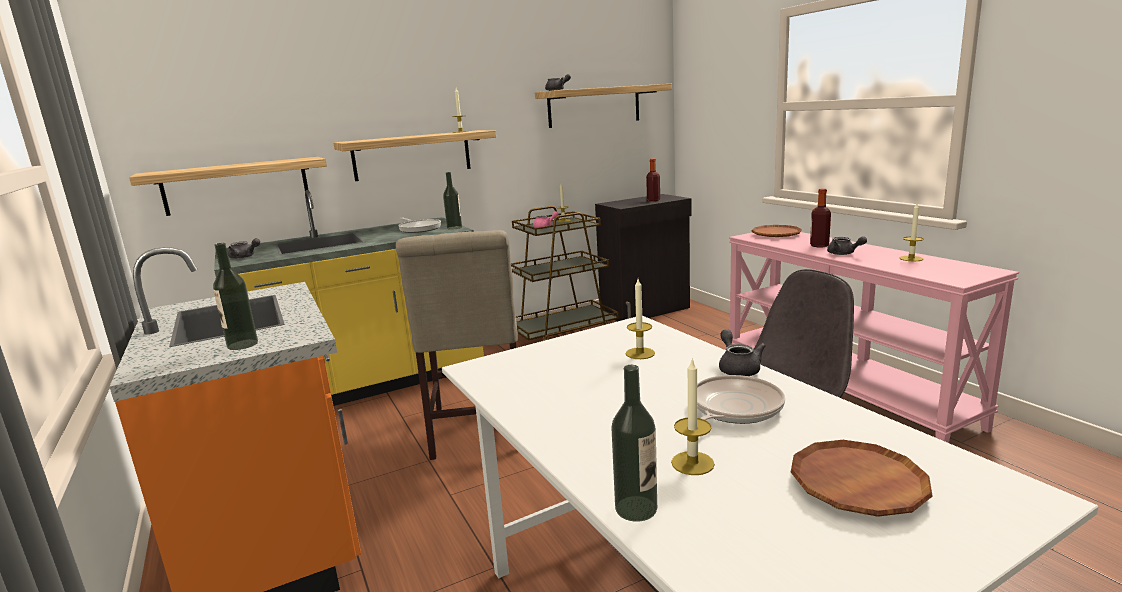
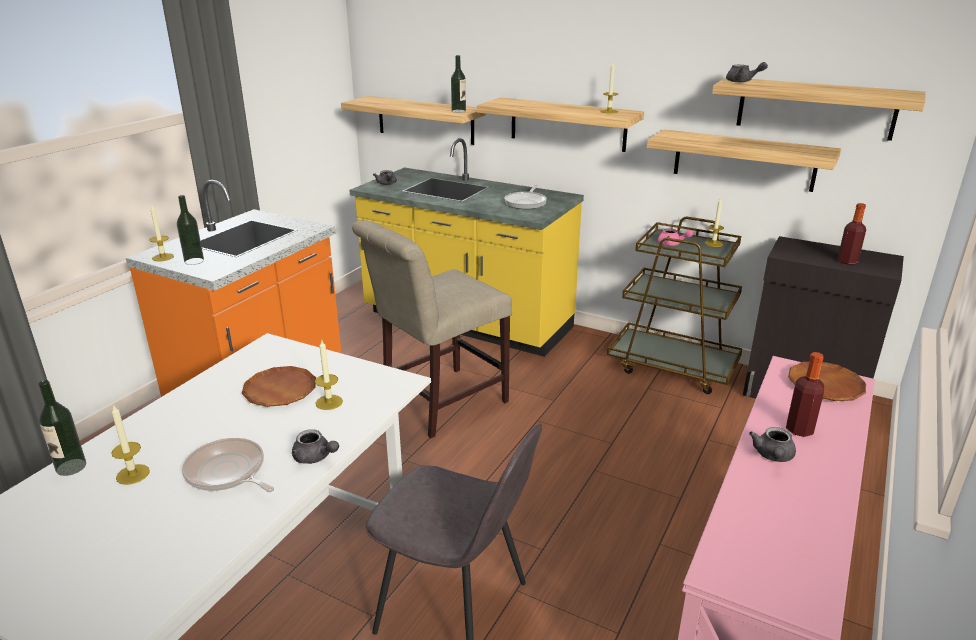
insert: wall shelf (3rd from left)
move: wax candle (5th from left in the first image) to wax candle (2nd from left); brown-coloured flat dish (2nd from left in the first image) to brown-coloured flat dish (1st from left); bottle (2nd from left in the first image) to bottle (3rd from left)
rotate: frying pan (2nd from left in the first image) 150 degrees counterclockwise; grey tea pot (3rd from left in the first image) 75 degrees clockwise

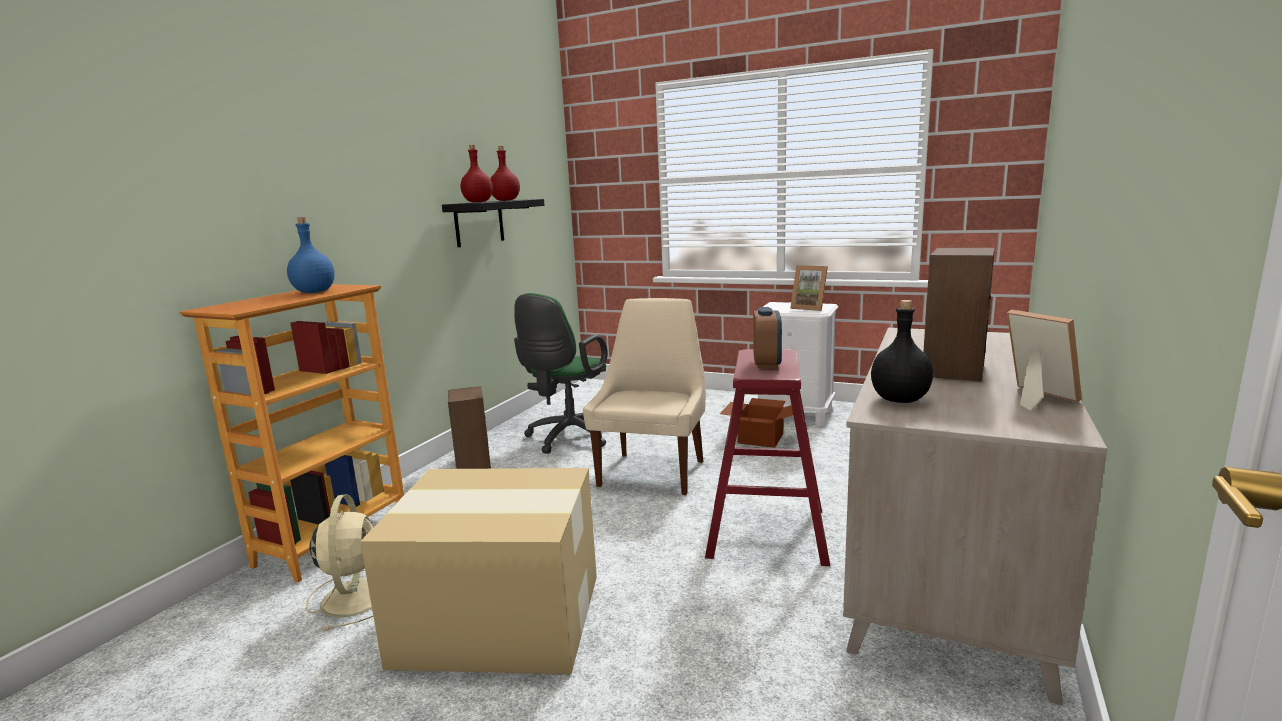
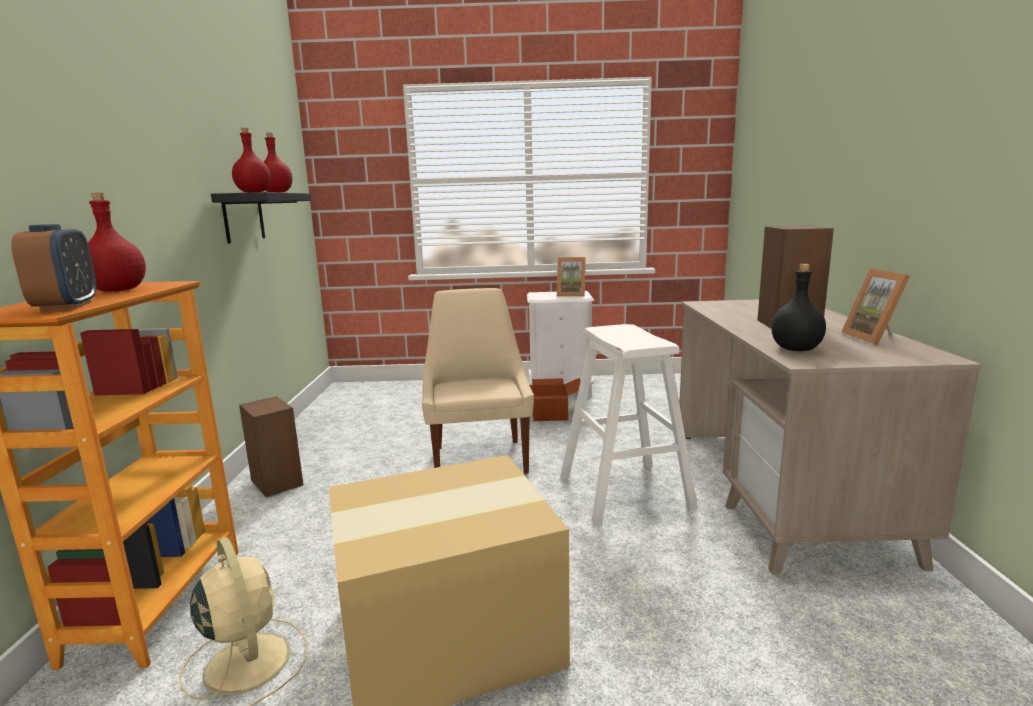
delete: greenish office chair
move: alarm clock
recolor: bluish bottle to red bottle (1st from left); red sitting stool to white-coloured sitting stool
rotate: photo frame (2nd from left) 135 degrees counterclockwise

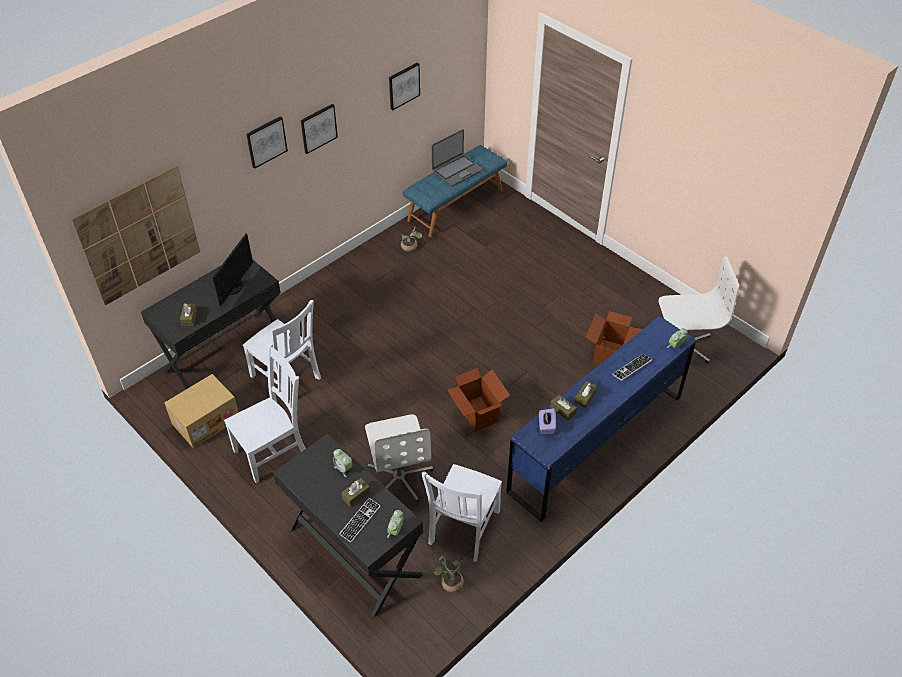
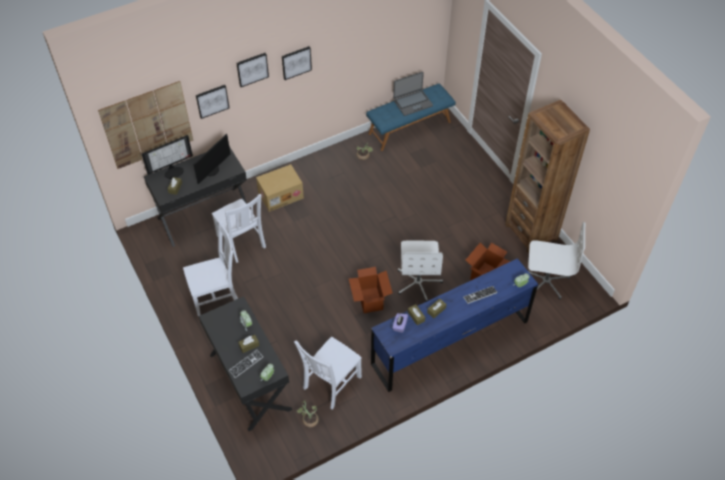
insert: monitor (1st from left); brown-coloured shelving unit
move: wall art (4th from left in the first image) to wall art (2nd from left); carton (1st from left); white-coloured office chair (1st from left)

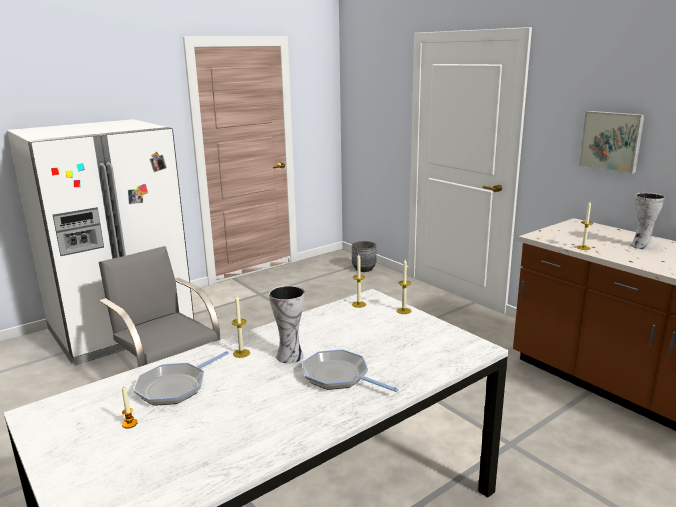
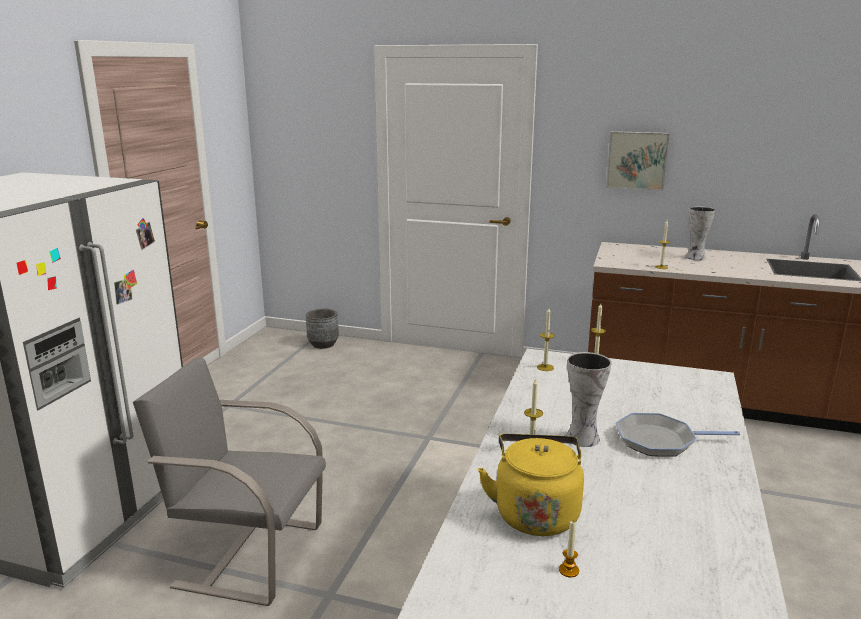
replace: frying pan (1st from left) to yellow water kettle

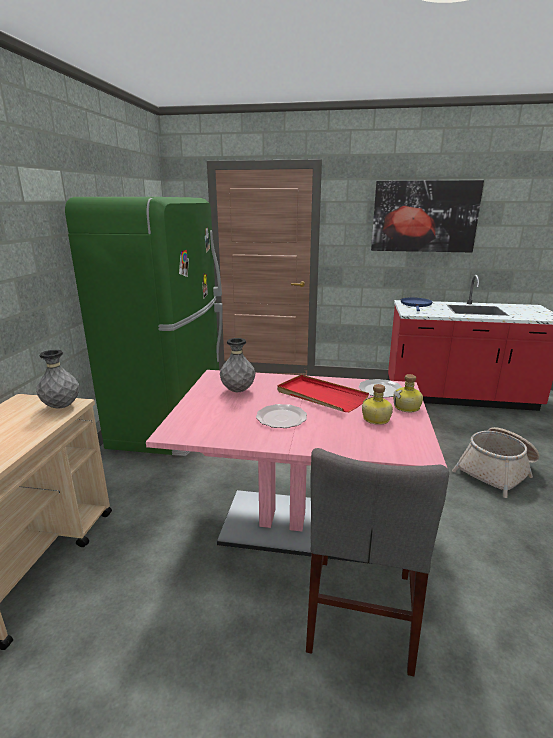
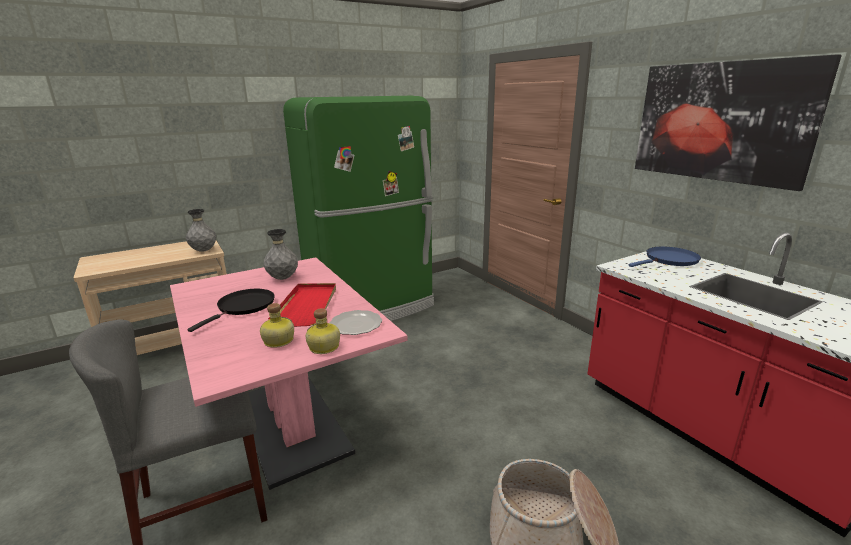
replace: flat dish (1st from left) to black-coloured frying pan

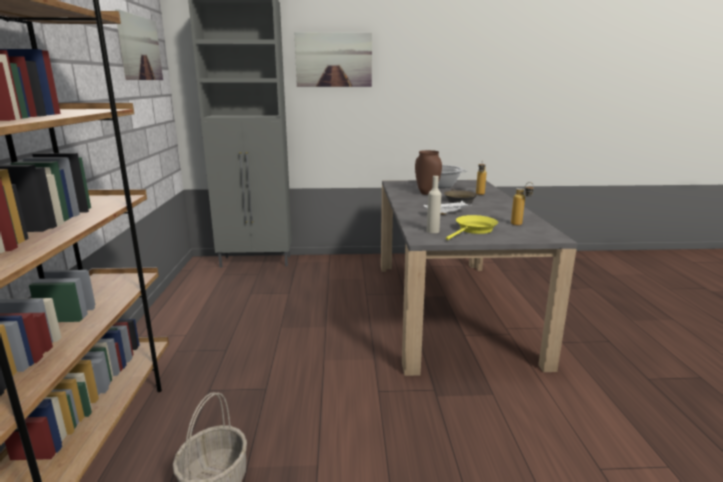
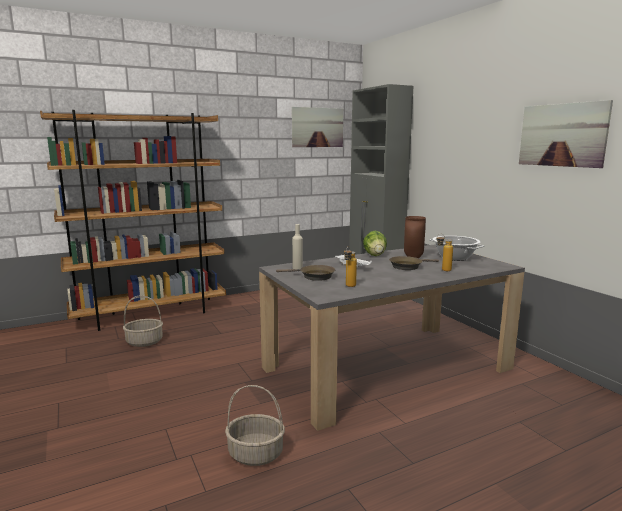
insert: household basket (2nd from left); lettuce head
move: wall art (2nd from left)
recolor: yellow frying pan to brown-coloured frying pan (1st from left)

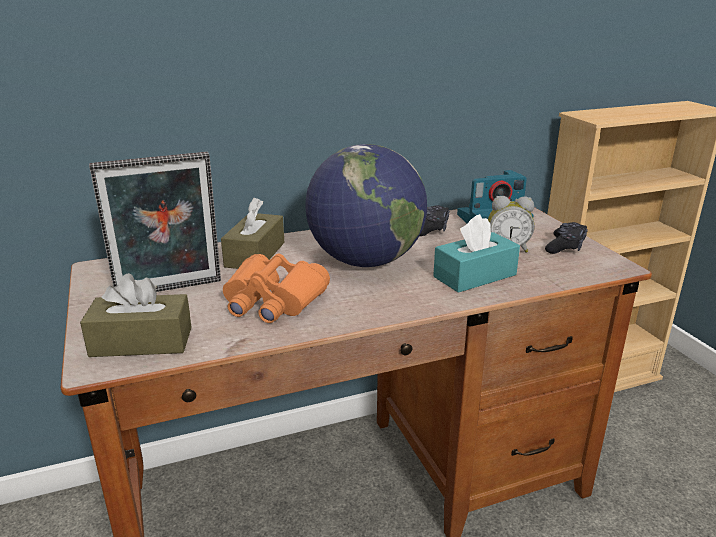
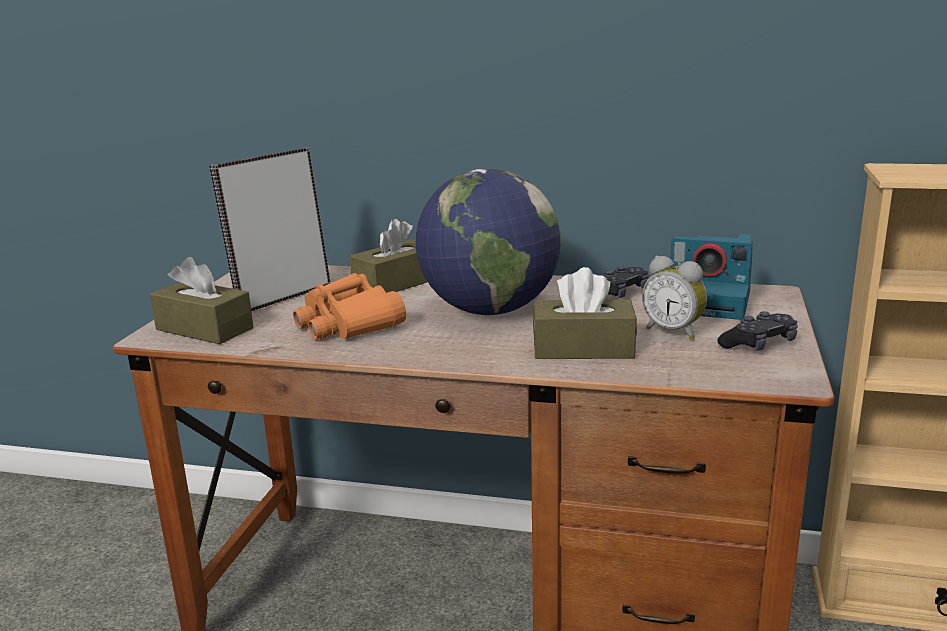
recolor: turquoise-coloured tissue box to brown-coloured tissue box (3rd from left)
rotate: photo frame 120 degrees clockwise

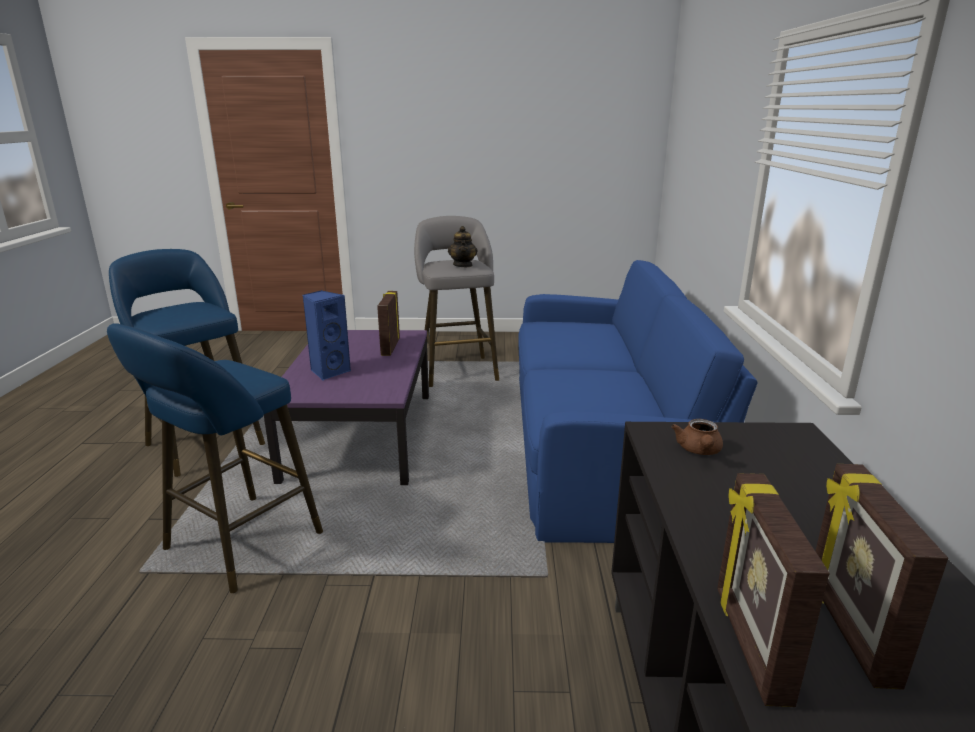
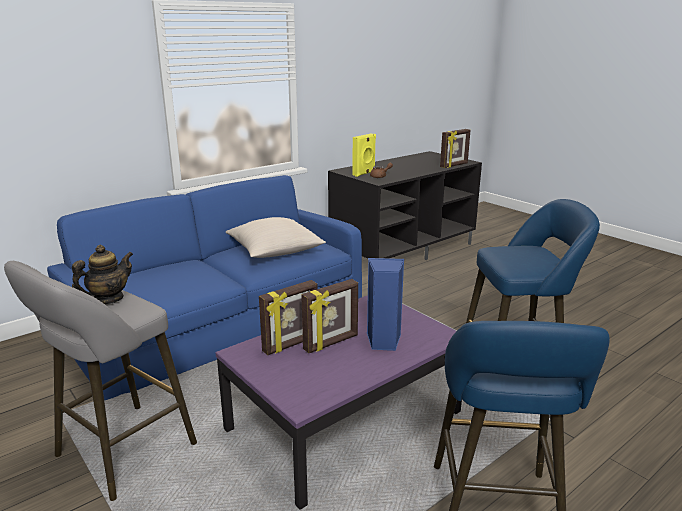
insert: sand-coloured cushion; yellow audio speaker
move: photo frame (3rd from left in the first image) to photo frame (2nd from left)

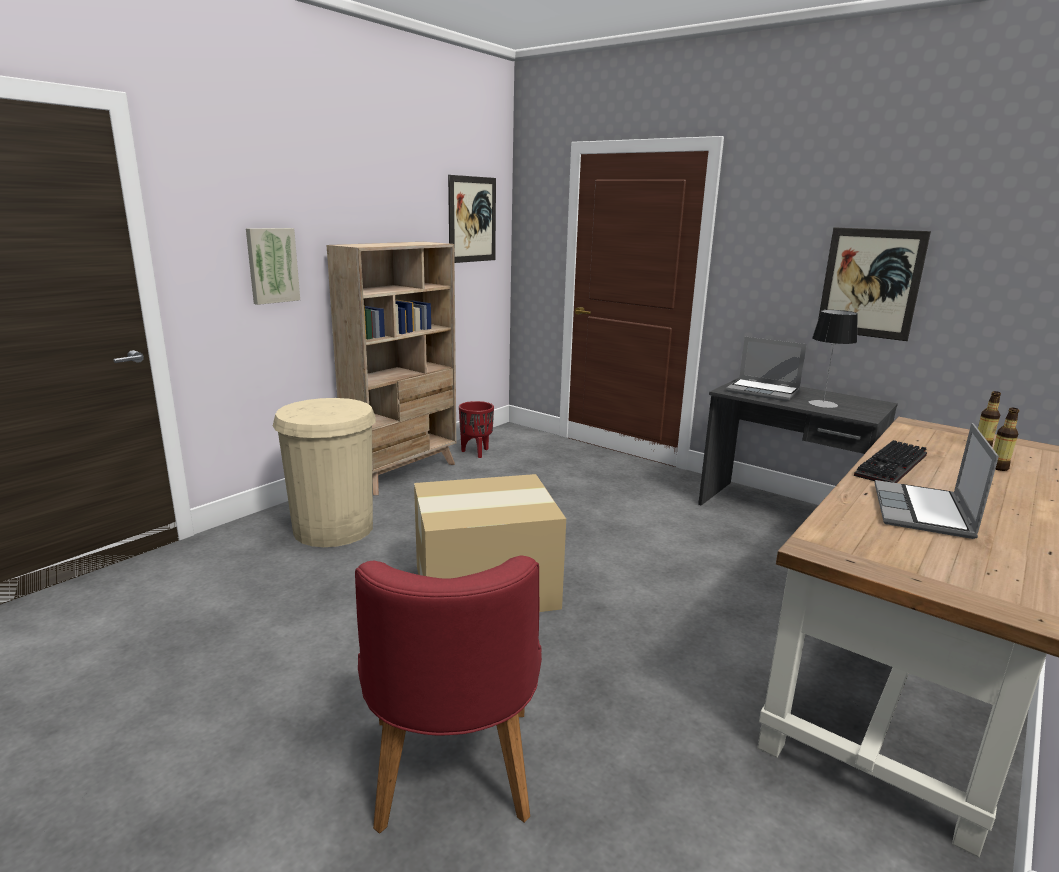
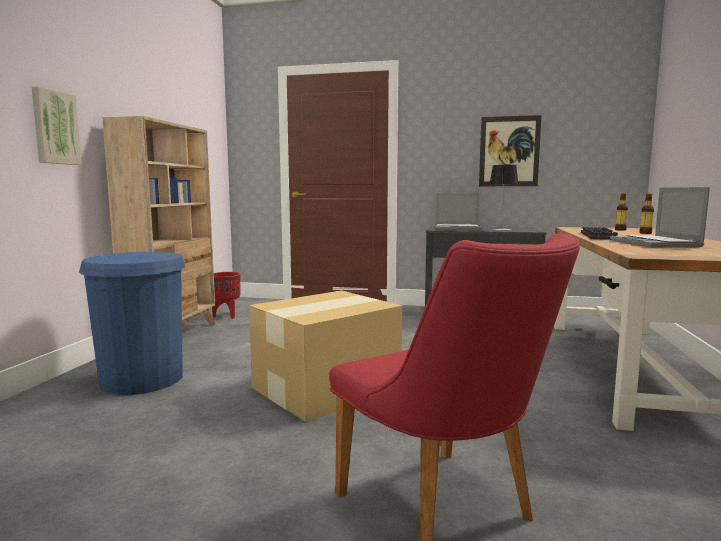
delete: wall art (2nd from left)
recolor: sand-coloured waste bin to bluish waste bin

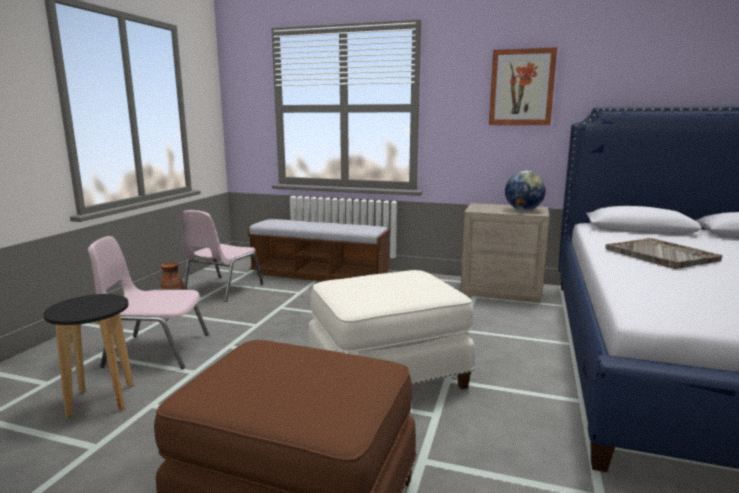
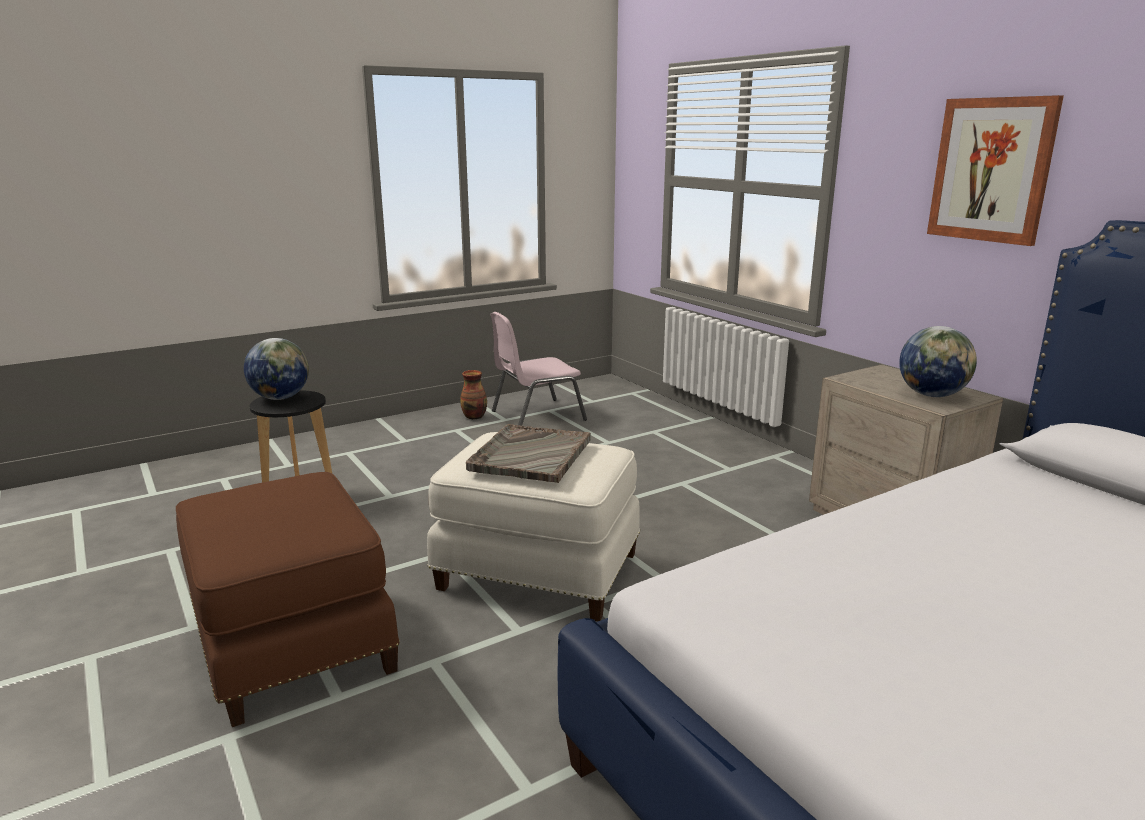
delete: pink-coloured upright chair (1st from left); indoor bench
insert: world globe (1st from left)
move: grey carrying tray

